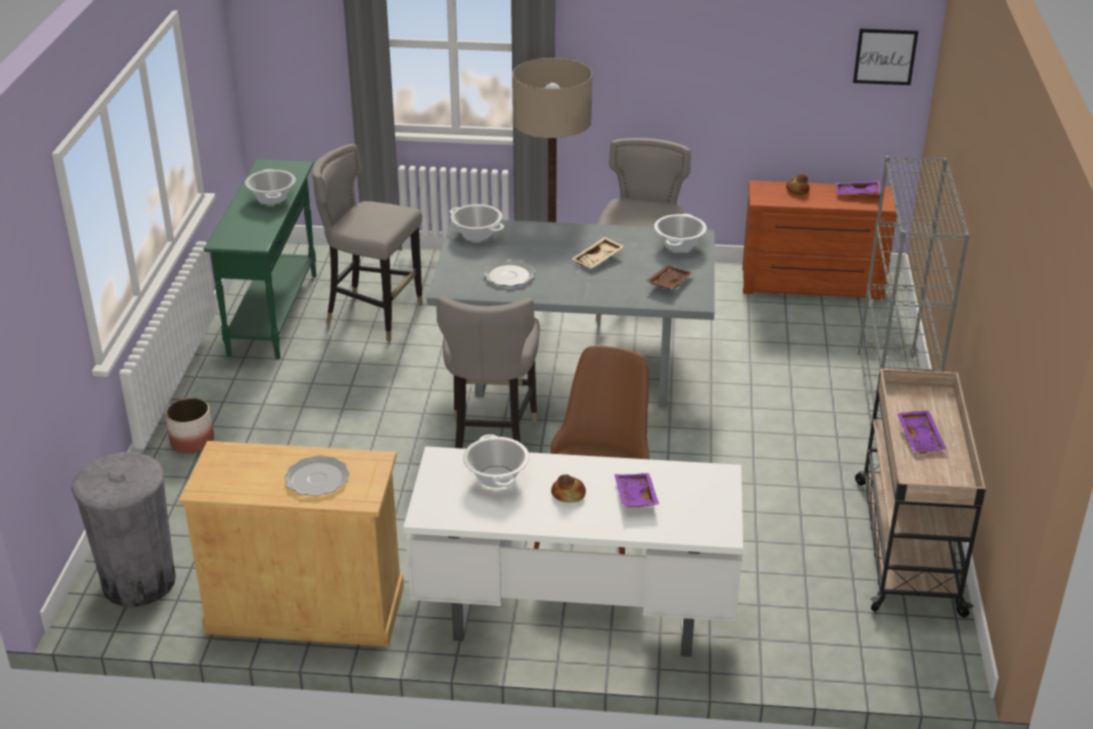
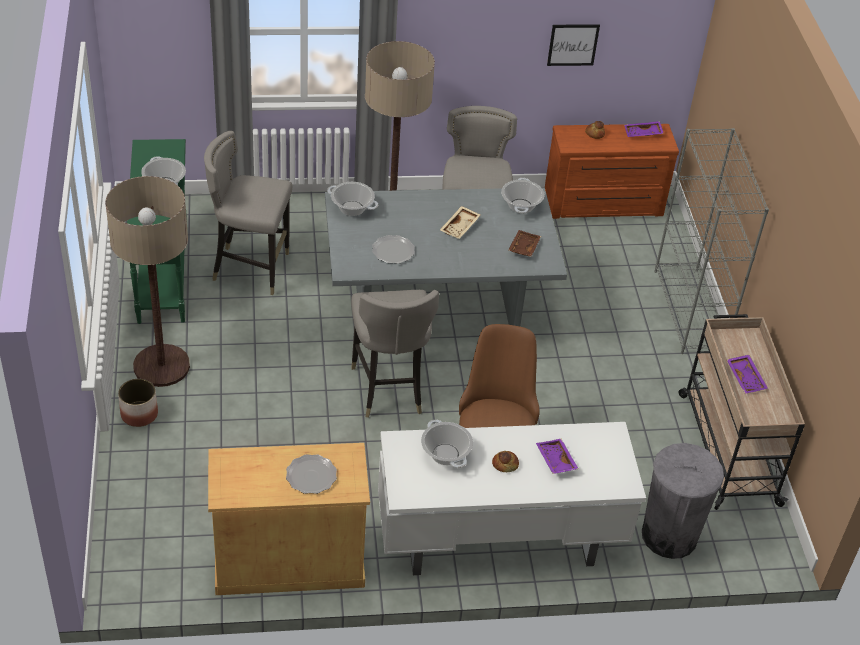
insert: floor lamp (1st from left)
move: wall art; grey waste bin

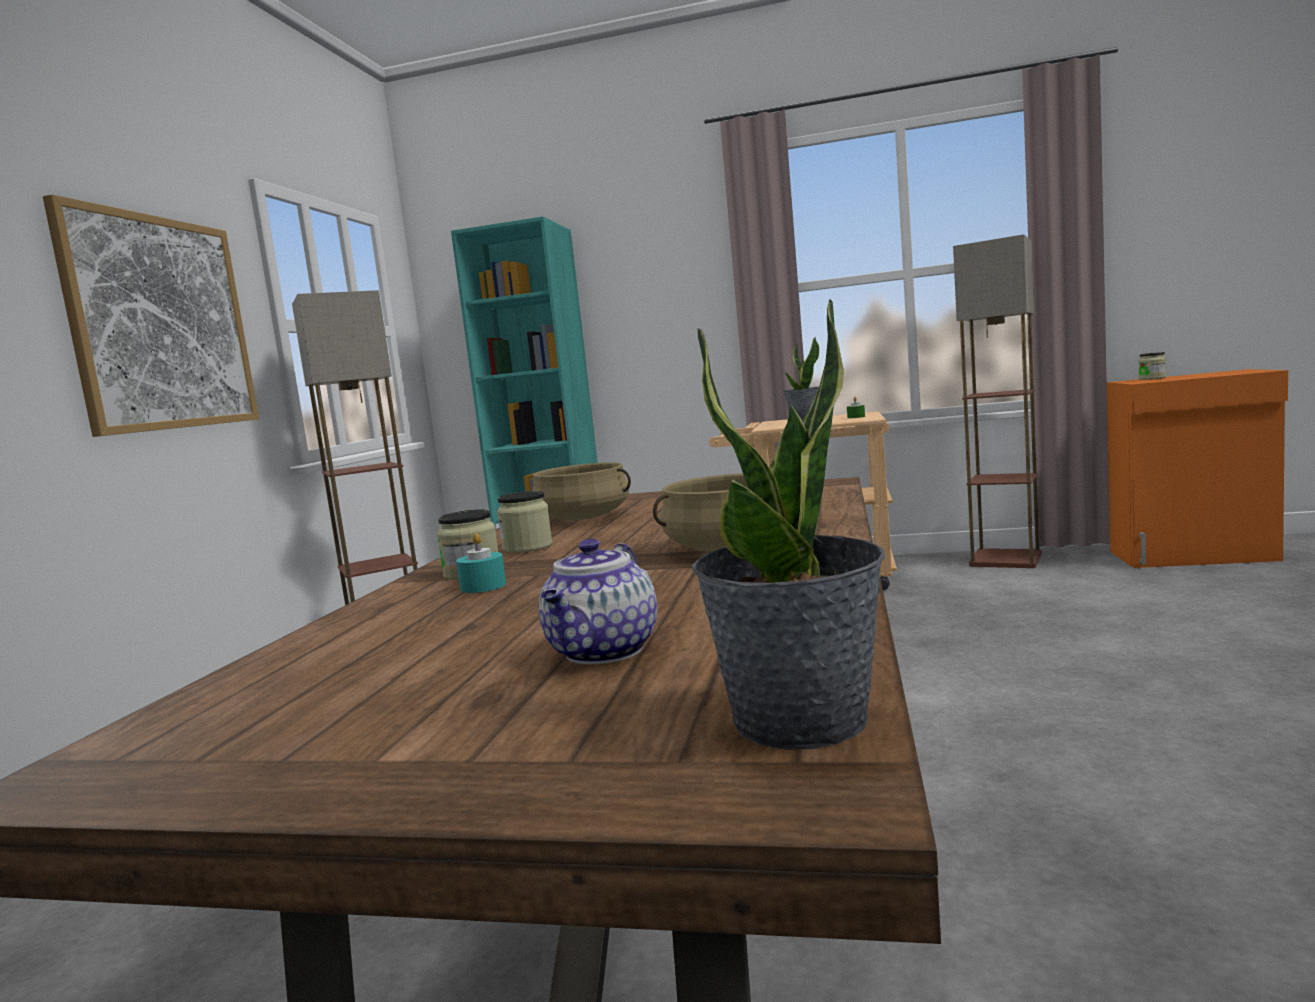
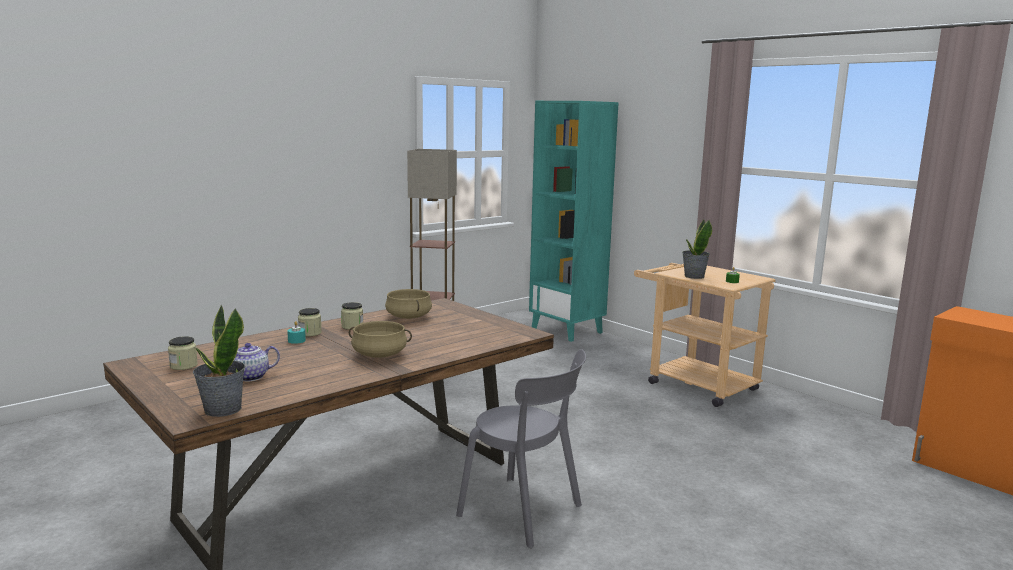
delete: wall art; floor lamp (2nd from left)
insert: grey upright chair
move: preserve jar (3rd from left in the first image) to preserve jar (1st from left)

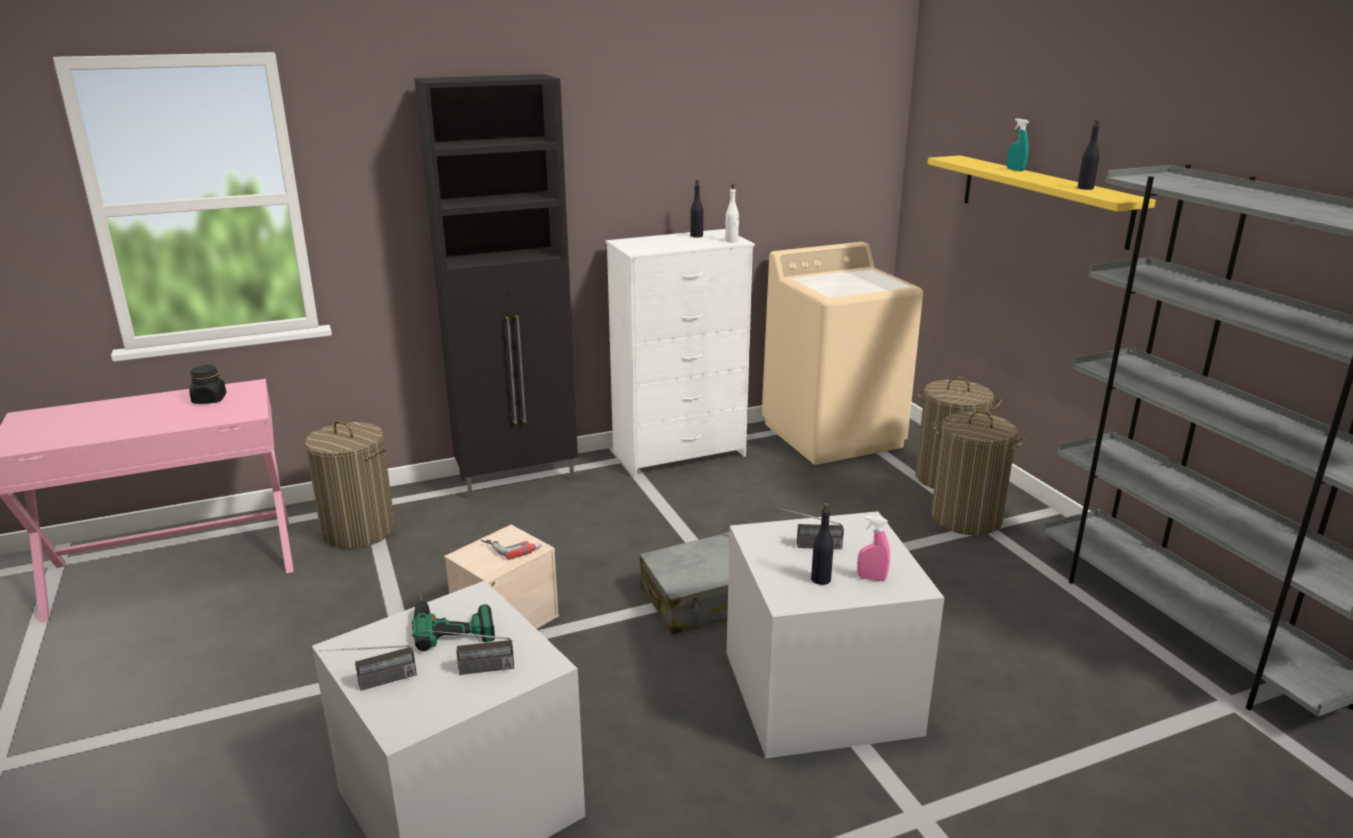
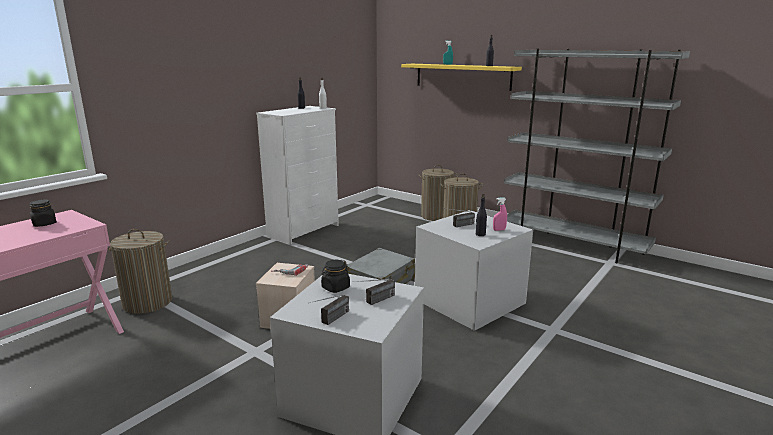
delete: black-coloured cupboard; sand-coloured laundry appliance
replace: electric drill (1st from left) to black-coloured preserve jar (2nd from left)

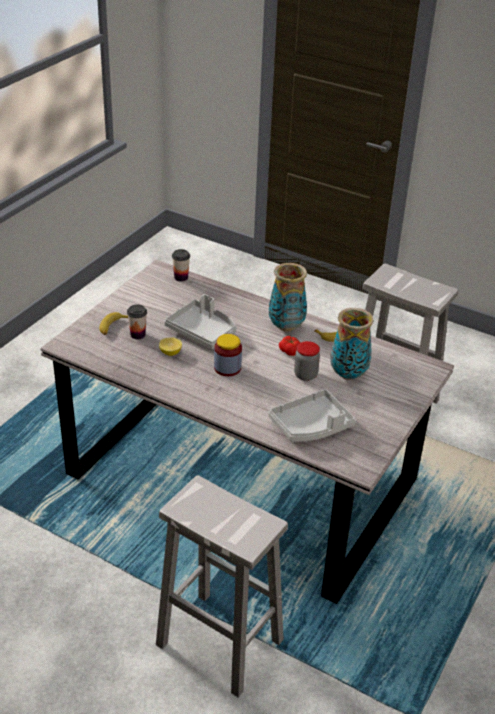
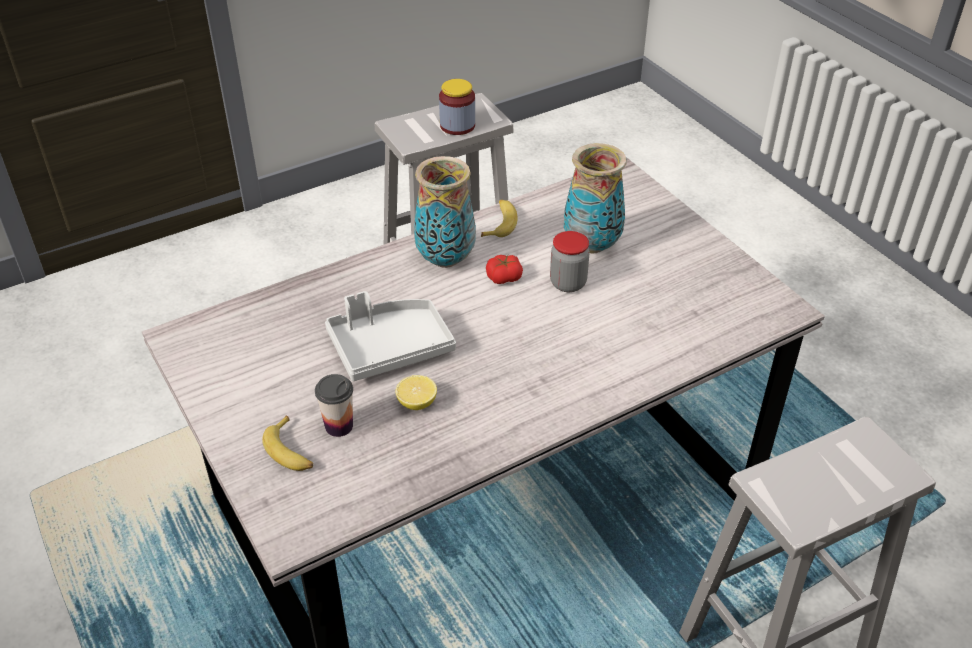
delete: small cup (2nd from left); grey carrying tray (2nd from left)
move: preserve jar (1st from left)

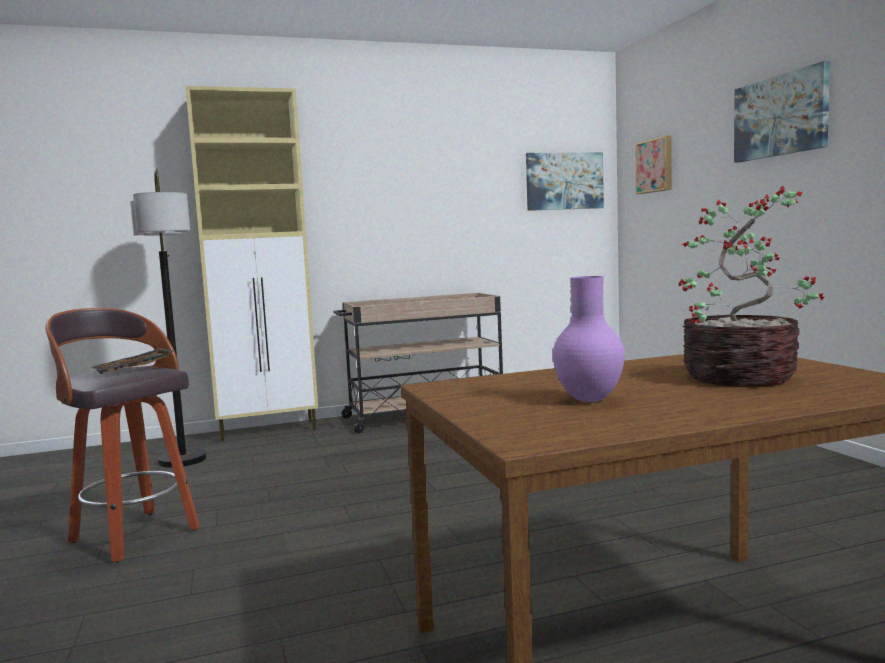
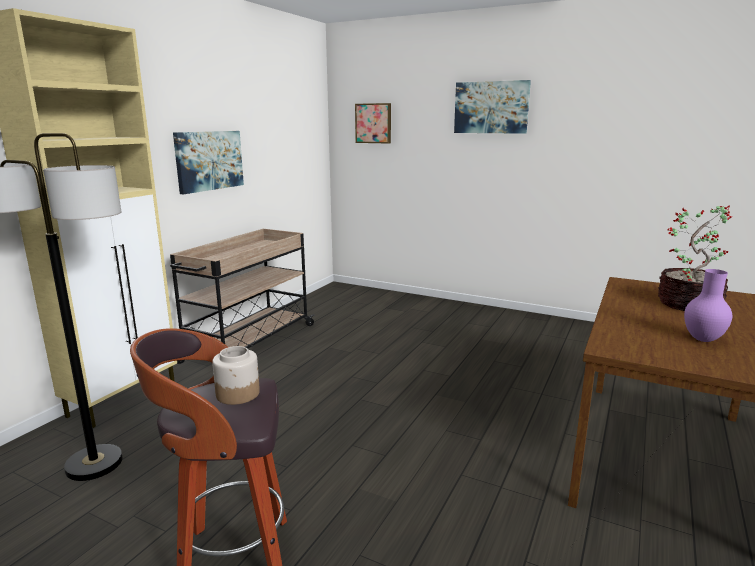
move: wall art (1st from left)
replace: black-coloured carrying tray to preserve jar

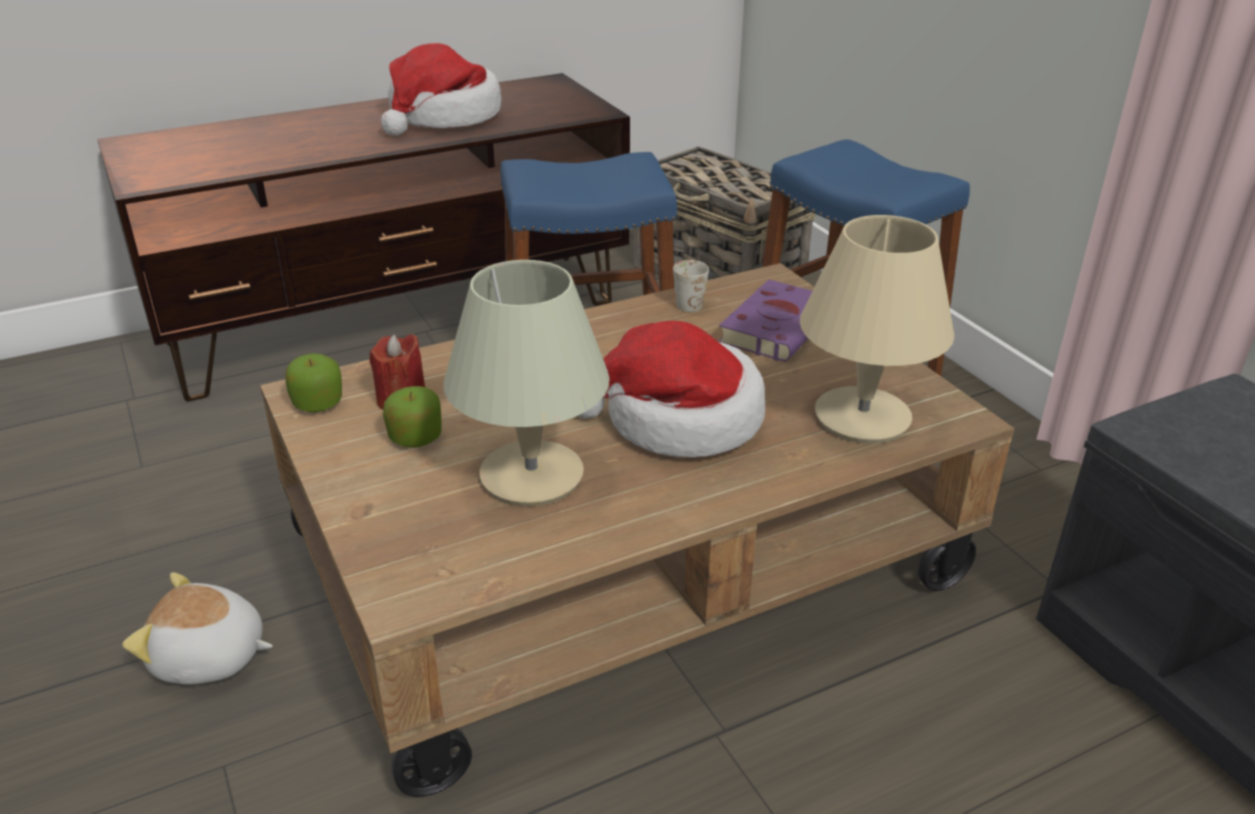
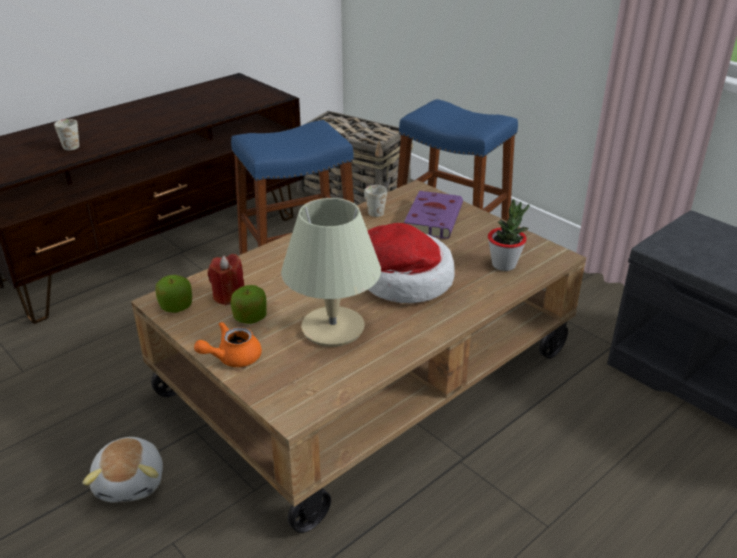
delete: wearable hat (1st from left)
insert: white-coloured coffee mug (1st from left); orangey tea pot
replace: sand-coloured tabletop lamp (2nd from left) to houseplant
rotate: plush toy 90 degrees counterclockwise

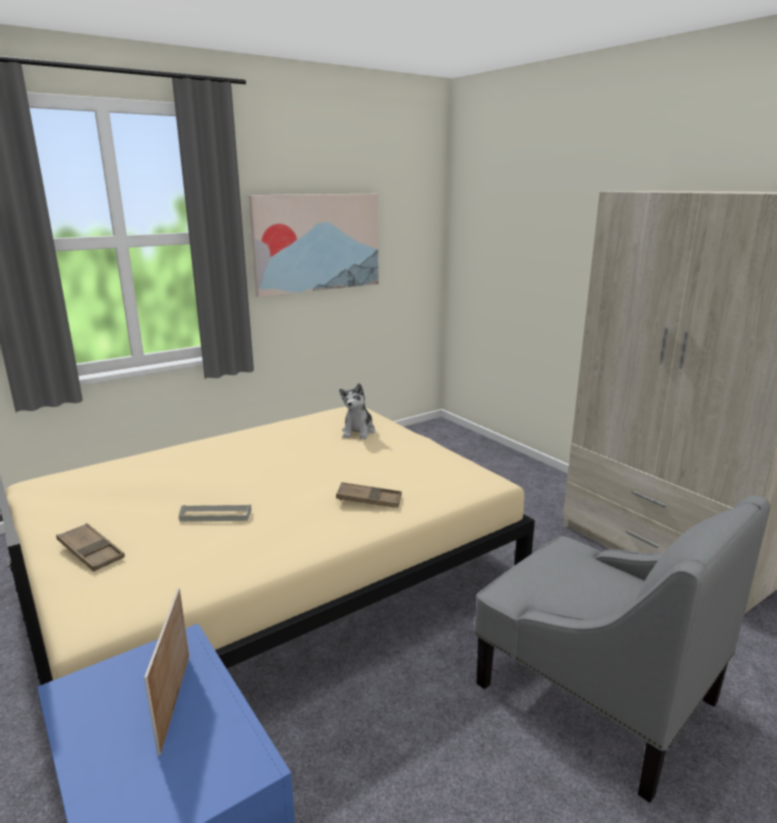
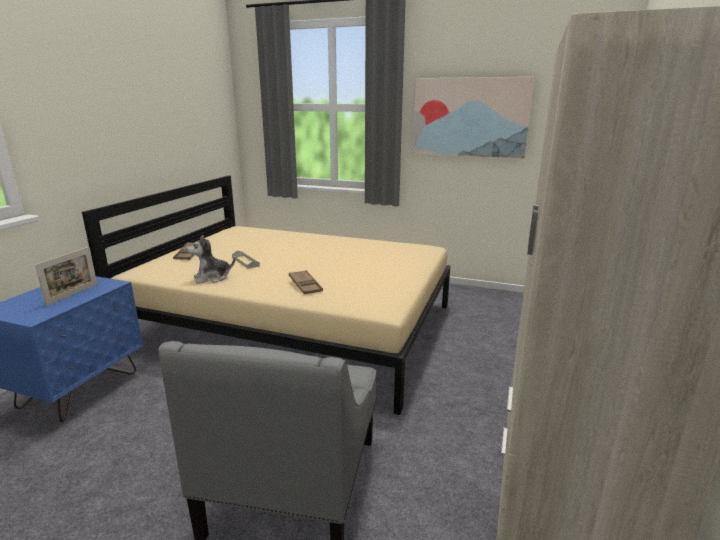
move: plush toy
rotate: photo frame 150 degrees clockwise

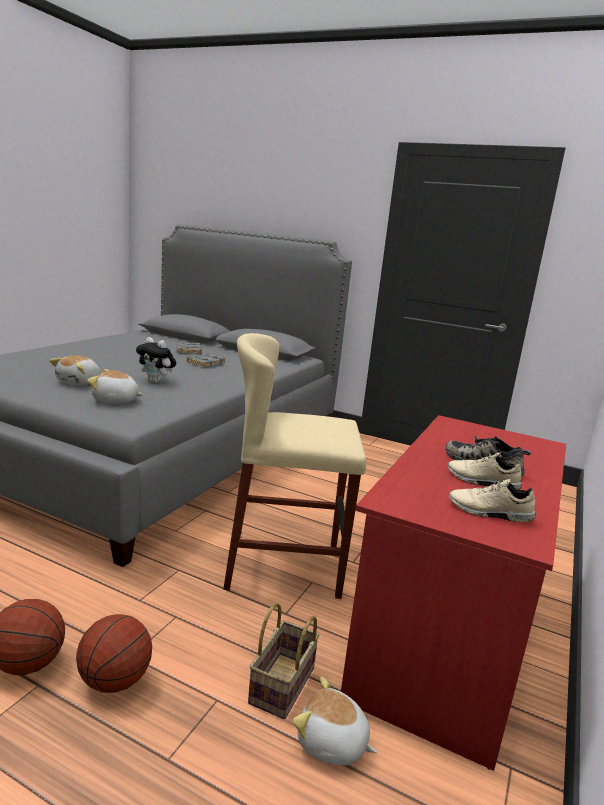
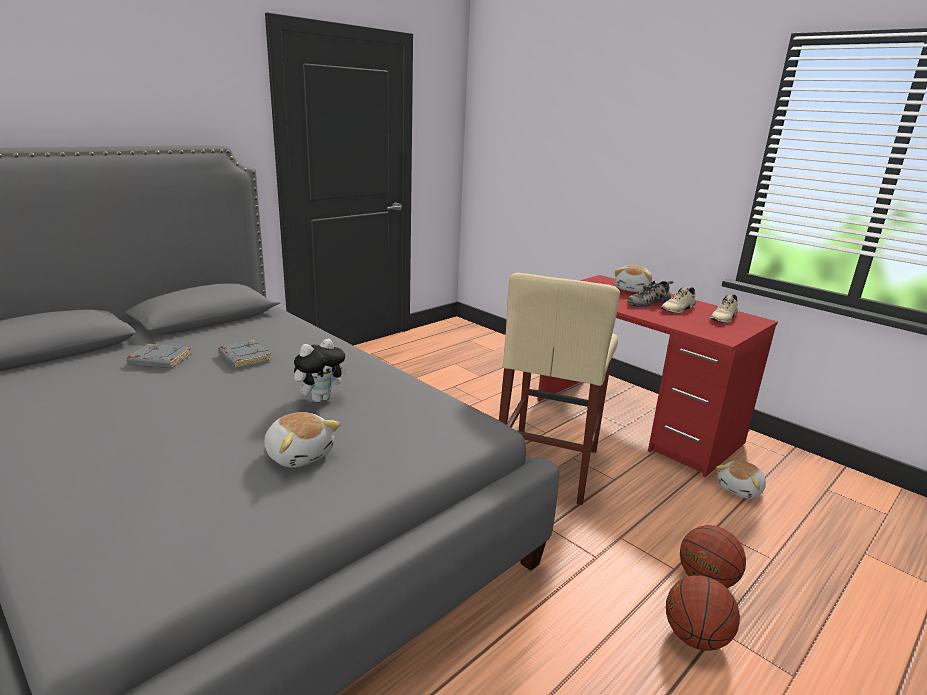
delete: household basket
move: plush toy (2nd from left in the first image) to plush toy (3rd from left)

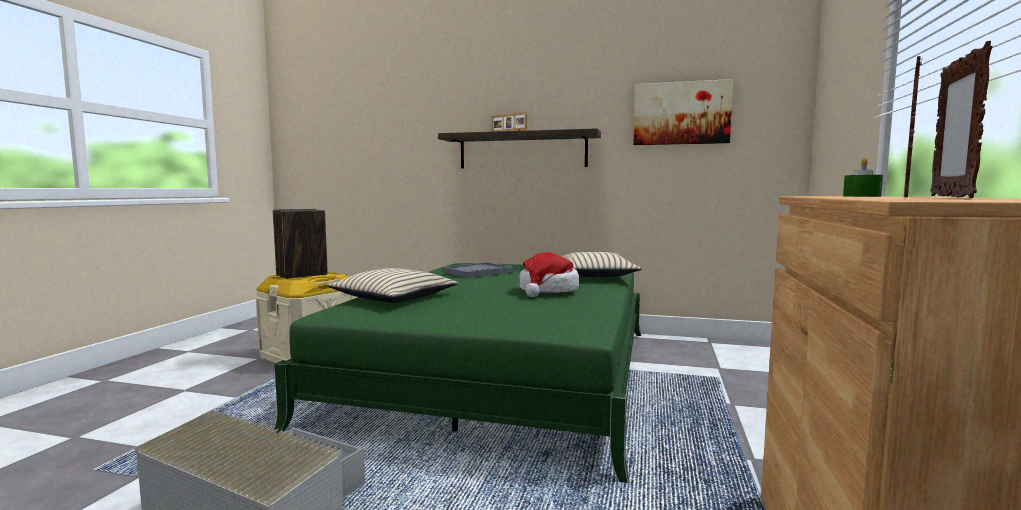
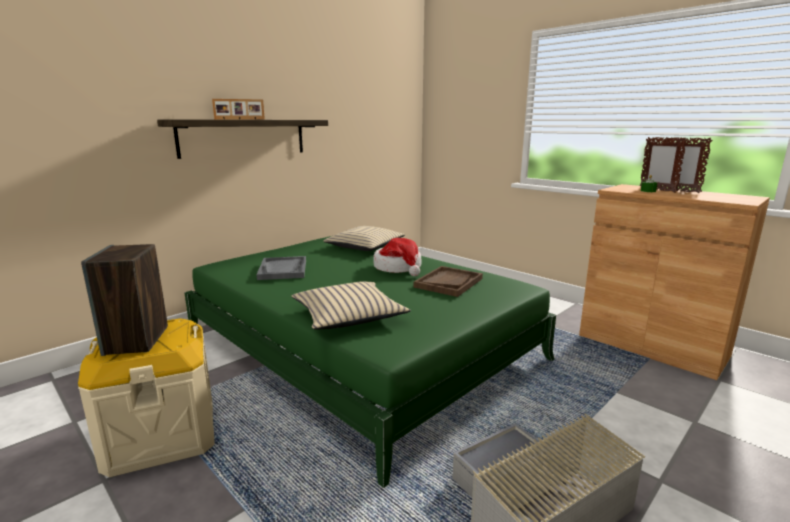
delete: wall art
insert: brown-coloured carrying tray

